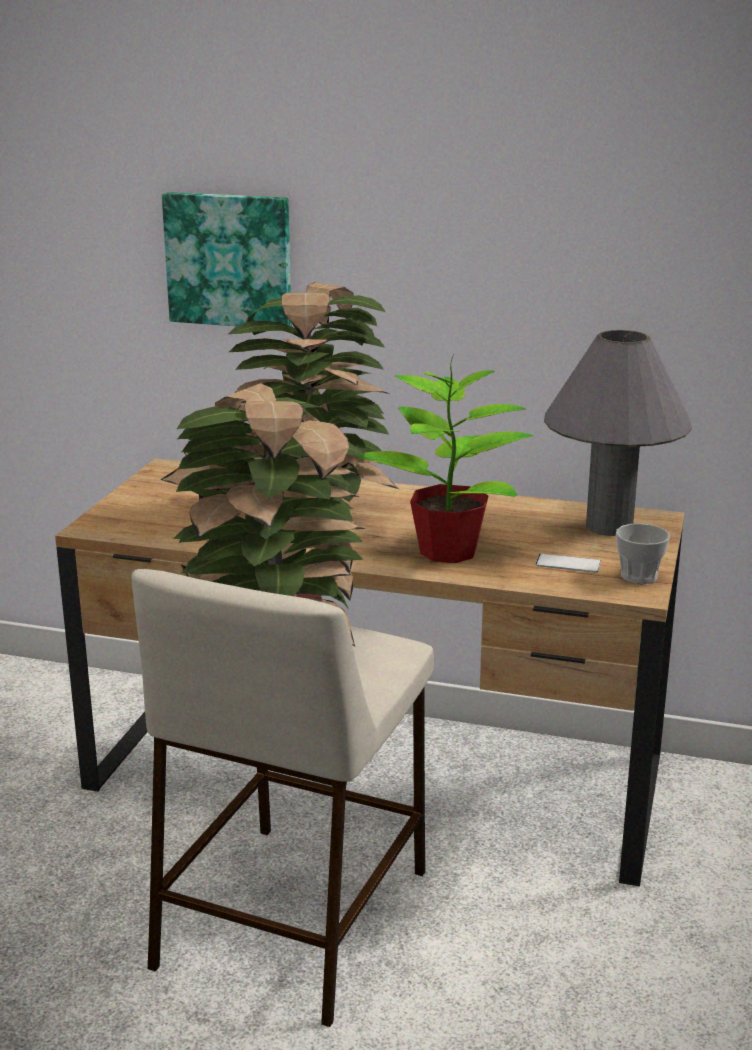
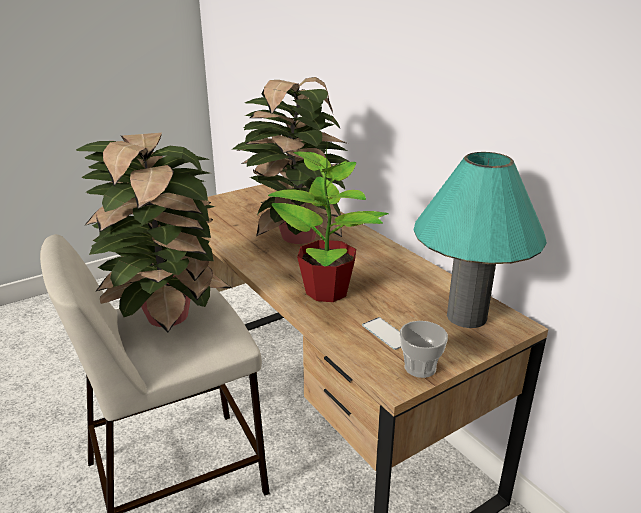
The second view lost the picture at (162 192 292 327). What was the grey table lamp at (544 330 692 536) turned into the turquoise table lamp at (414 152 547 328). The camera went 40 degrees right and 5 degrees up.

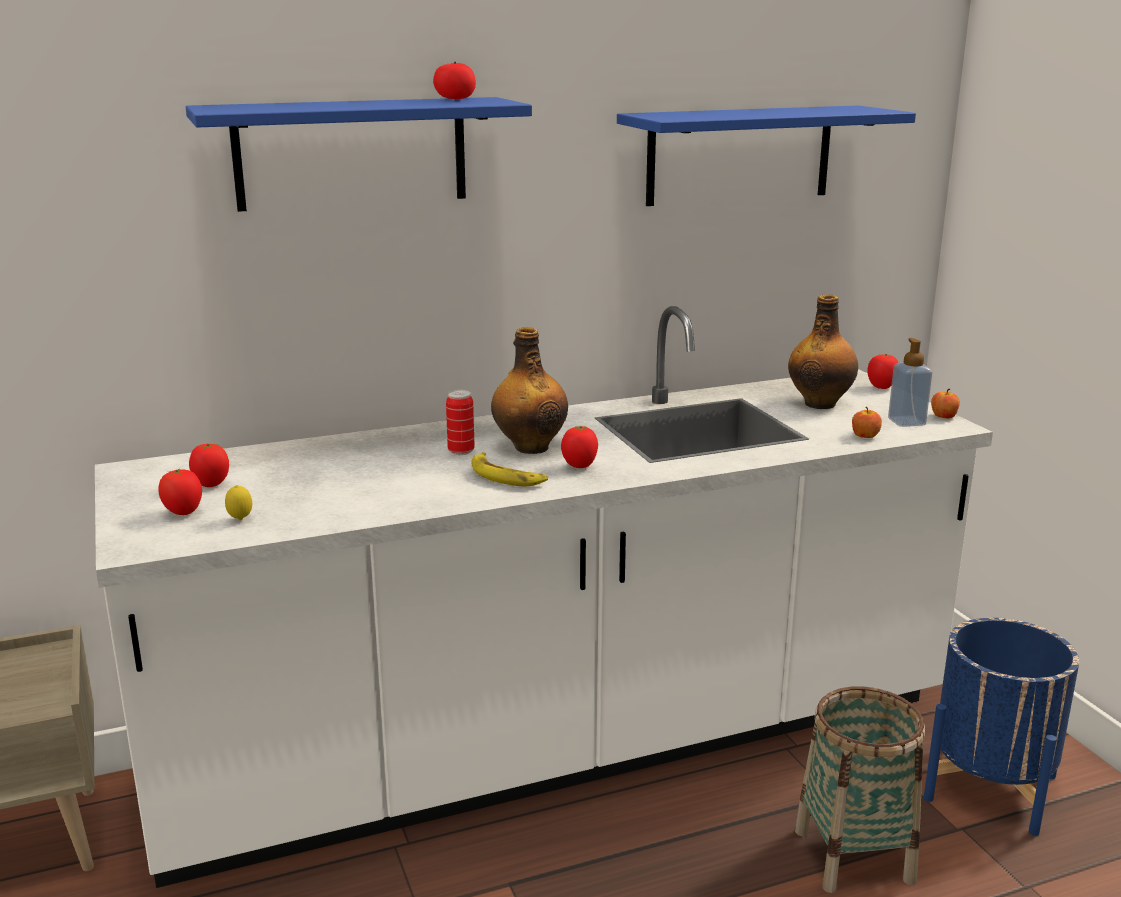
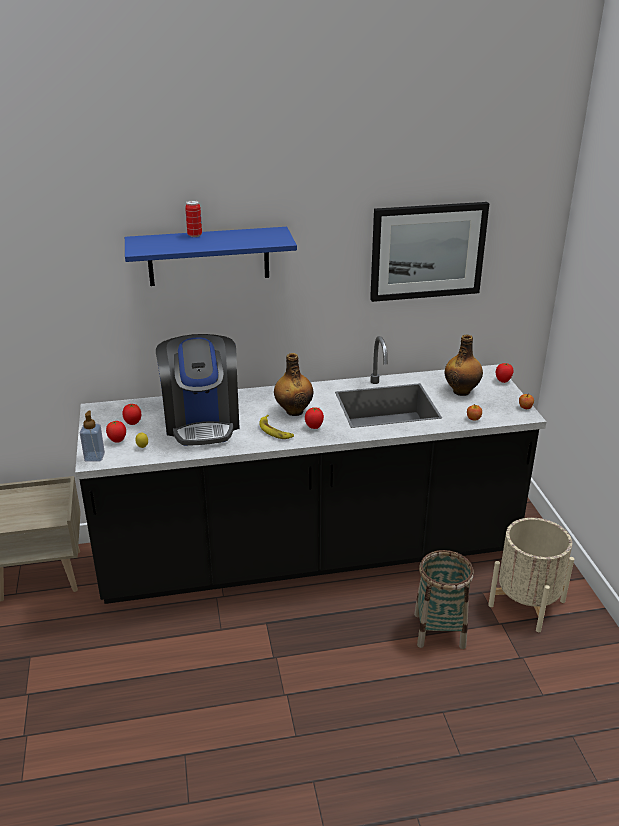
The second view lost the tomato at (433 62 476 99). The second view gained the coffee machine at (156 334 240 446). The can ended up elsewhere, having gone from (446 390 475 455) to (185 200 202 237). The soap dispenser ended up elsewhere, having gone from (888 338 932 427) to (80 410 105 462). Where the blue shelf hung at (617 105 916 206), the picture came to hang at (370 202 489 302). What was the white counter at (95 306 993 888) turned into the black counter at (75 336 546 604). What was the blue planter at (924 618 1079 836) turned into the beige planter at (488 518 574 632). The camera went 10 degrees right and 10 degrees up.

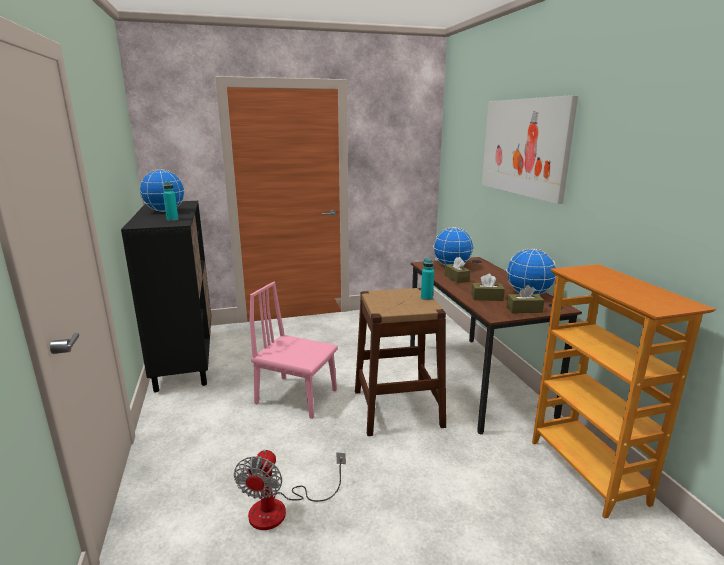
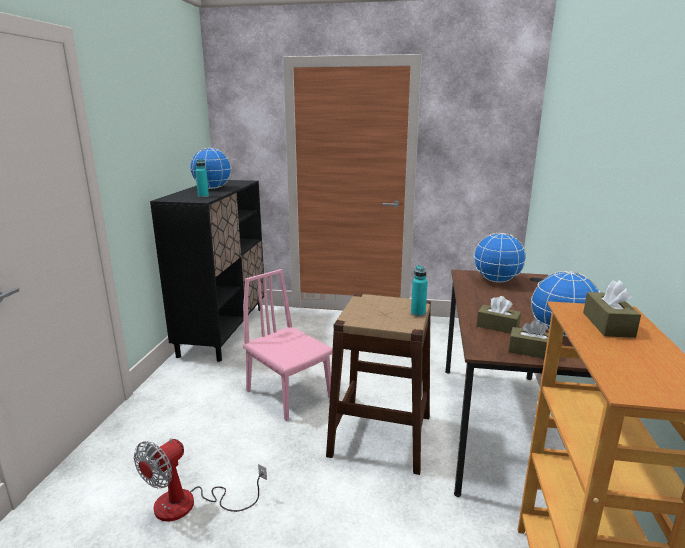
The second view lost the picture at (482 95 578 204). The brown tissue box ended up elsewhere, having gone from (445 257 470 283) to (583 280 641 338). The camera went 25 degrees right and 0 degrees up.

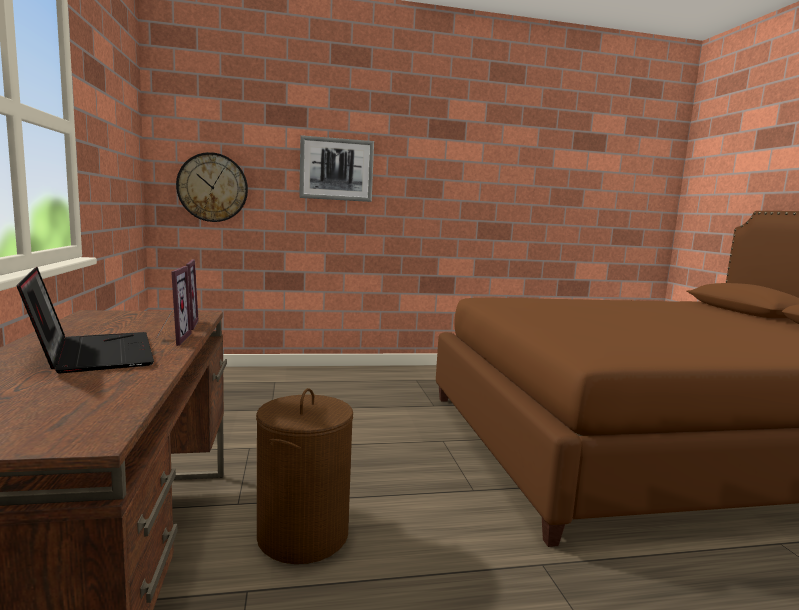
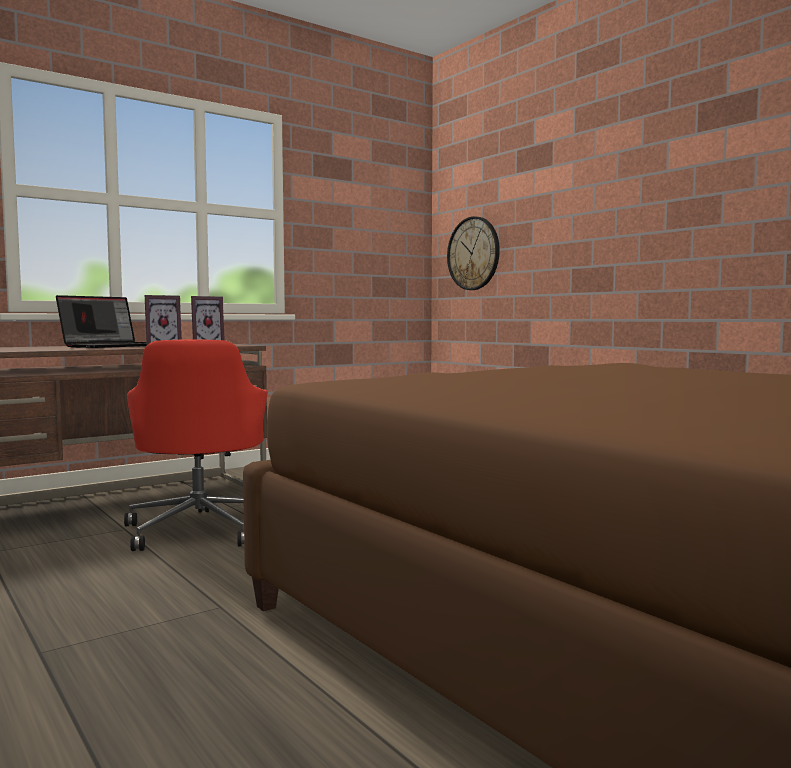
The second view lost the picture at (299 135 374 202). Where the brown laundry basket stood at (256 388 353 564), the red office chair came to stand at (124 339 268 551). The camera went 65 degrees right and 5 degrees down.

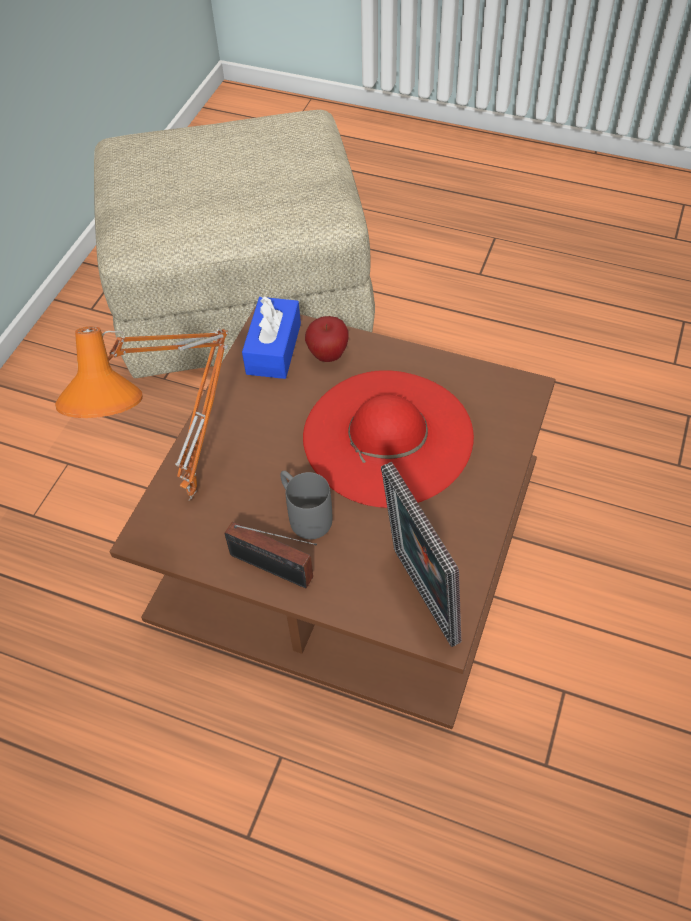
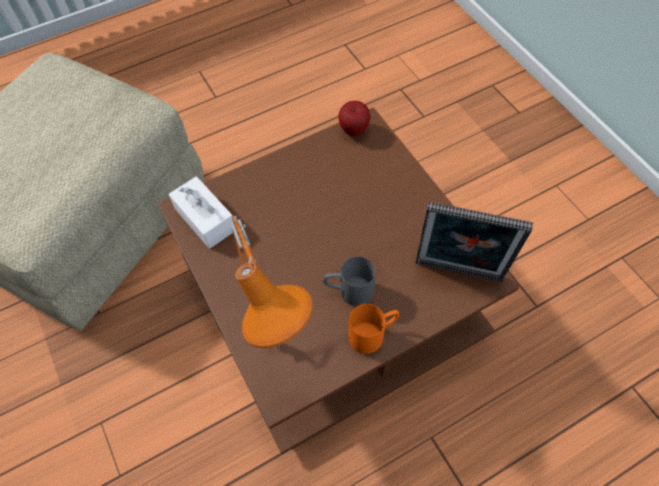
The second view lost the red hat at (303 370 474 508). The apple ended up elsewhere, having gone from (305 316 349 362) to (338 101 371 136). Where the radio stood at (224 522 317 588), the orange mug came to stand at (348 304 399 354). What was the blue tissue box at (242 296 301 379) turned into the white tissue box at (169 176 233 249). The camera went 50 degrees left and 5 degrees up.

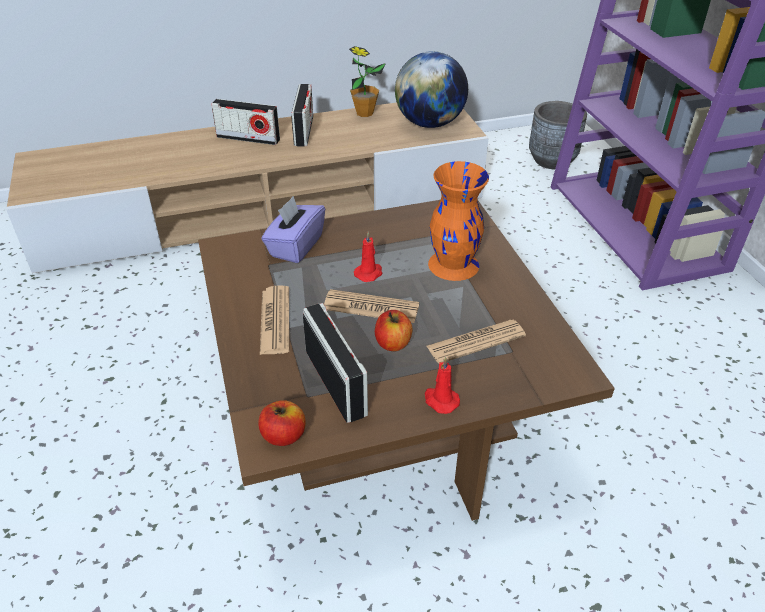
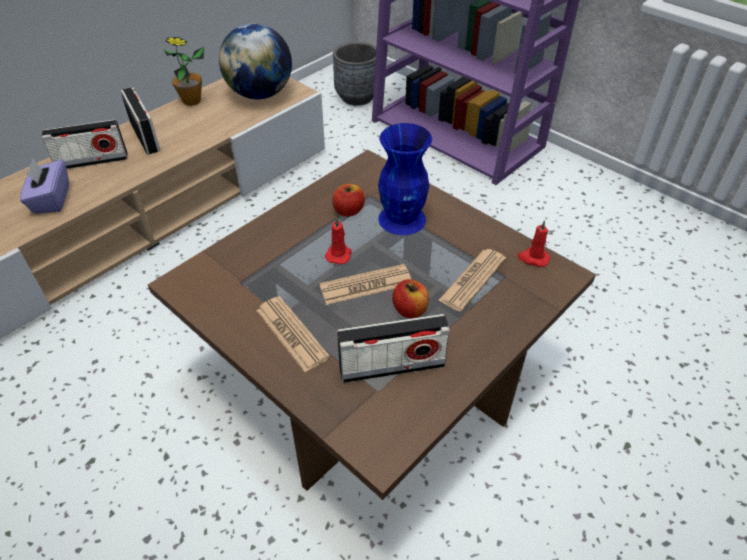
The apple ended up elsewhere, having gone from (258 400 305 446) to (332 184 365 217). The purple tissue box ended up elsewhere, having gone from (261 196 325 263) to (20 159 69 214). The red candle ended up elsewhere, having gone from (425 357 460 414) to (517 220 550 267). What was the orange vase at (428 161 489 281) turned into the blue vase at (378 123 432 235). The radio at (303 303 368 423) ended up facing another way, 135 degrees clockwise from before. The camera went 30 degrees left and 5 degrees up.

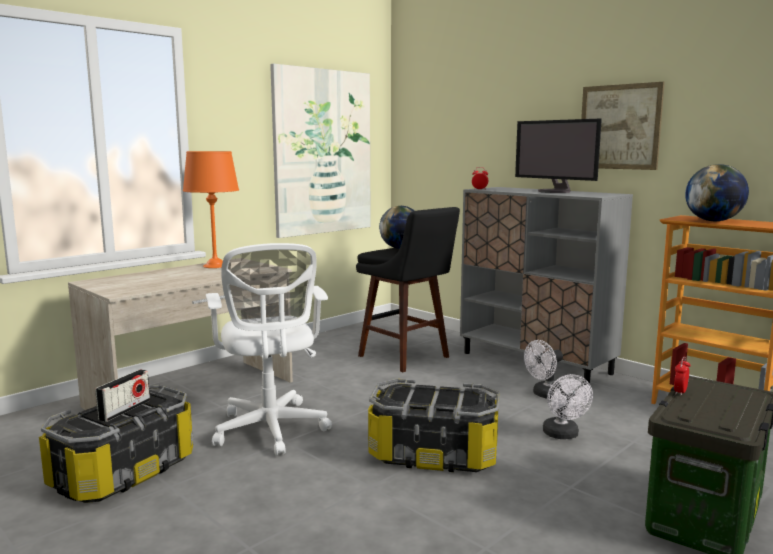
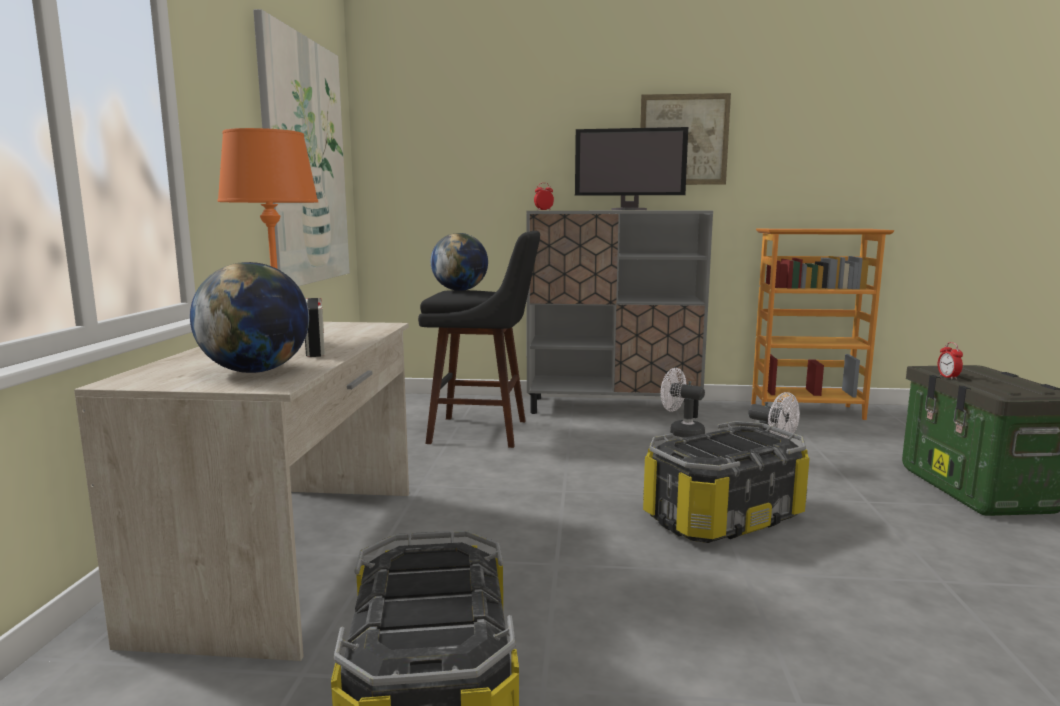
The second view lost the white office chair at (206 243 332 456). The radio ended up elsewhere, having gone from (96 369 150 422) to (305 298 325 357). The globe ended up elsewhere, having gone from (685 164 749 221) to (190 262 309 373). The white fan at (524 340 563 399) ended up facing another way, 105 degrees clockwise from before. The camera went 40 degrees left and 0 degrees up.

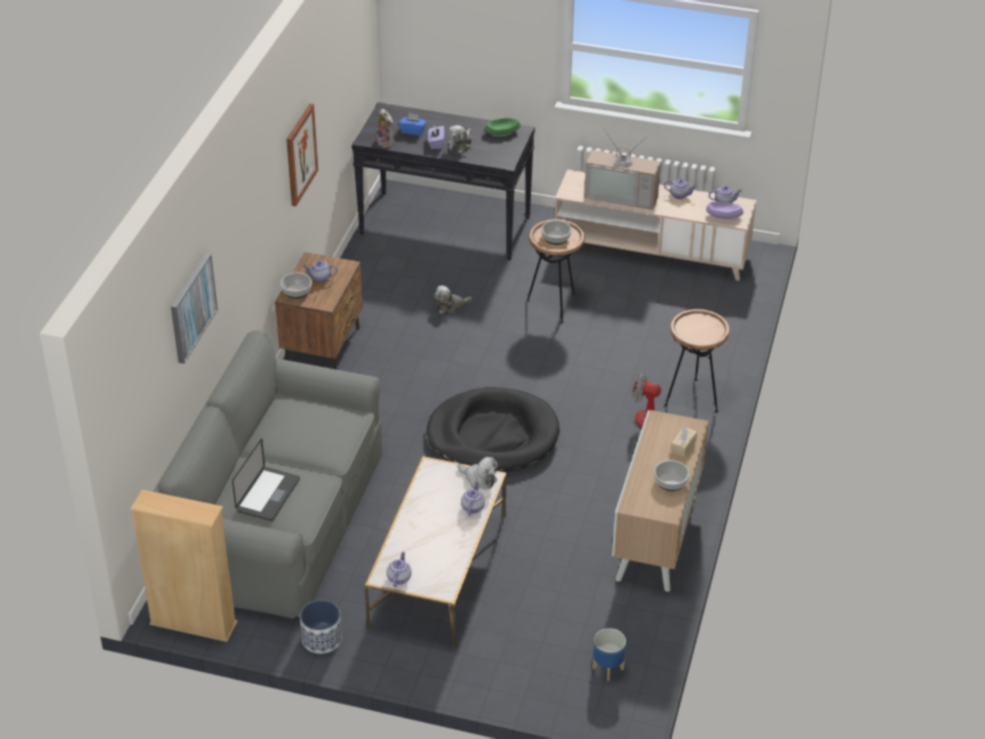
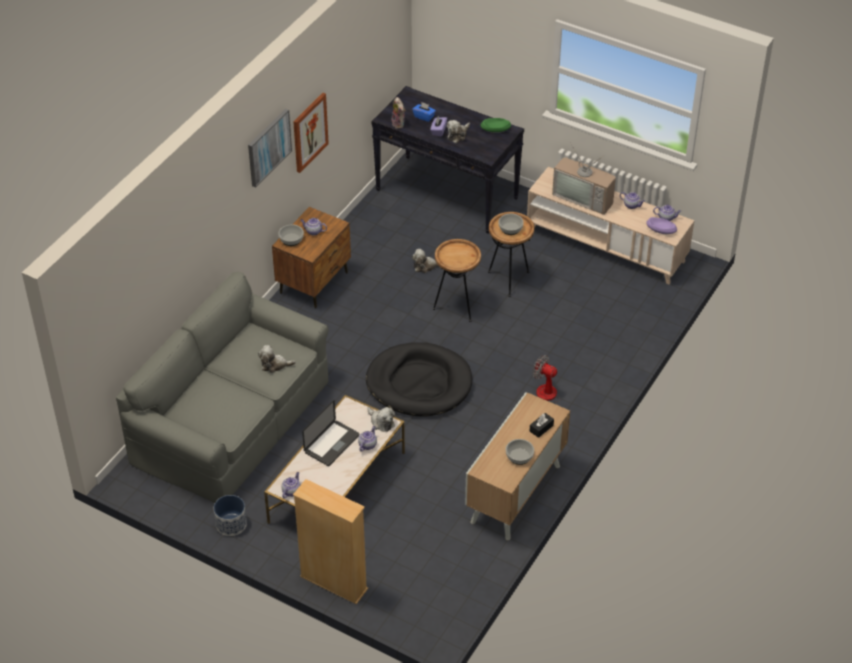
The second view lost the planter at (592 628 626 681). The second view gained the plush toy at (258 345 296 373). The beige bookcase ended up elsewhere, having gone from (130 490 238 642) to (293 479 368 604). The picture ended up elsewhere, having gone from (171 254 218 364) to (248 109 292 188). The laptop ended up elsewhere, having gone from (232 438 300 521) to (302 400 359 466). The brown side table ended up elsewhere, having gone from (665 309 730 413) to (433 239 481 322). What was the beige tissue box at (671 427 697 457) turned into the black tissue box at (530 413 554 438). The camera went 15 degrees right and 5 degrees up.

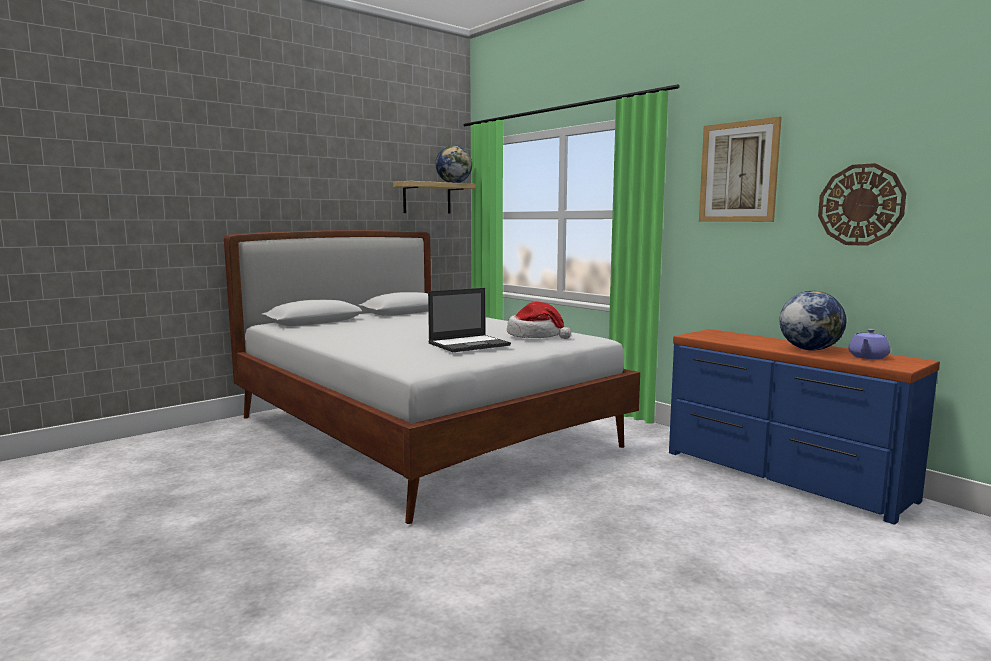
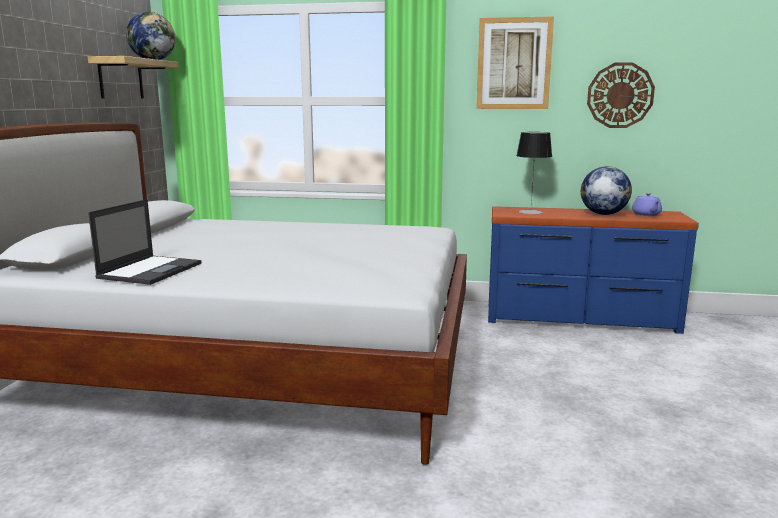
The second view lost the hat at (507 302 571 339). The second view gained the table lamp at (516 132 552 214). The laptop ended up elsewhere, having gone from (428 288 511 352) to (88 199 201 285). The camera went 40 degrees left and 5 degrees up.

